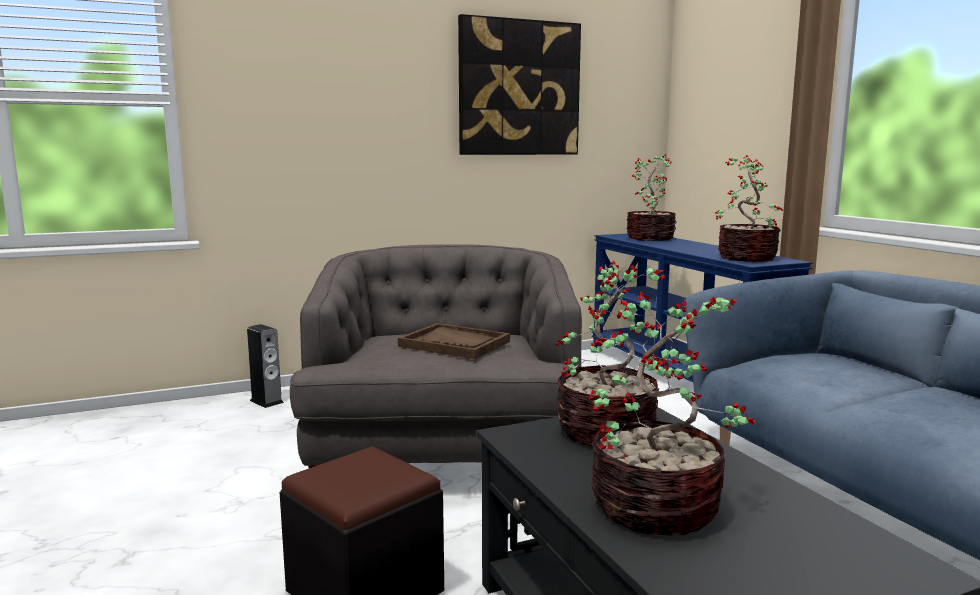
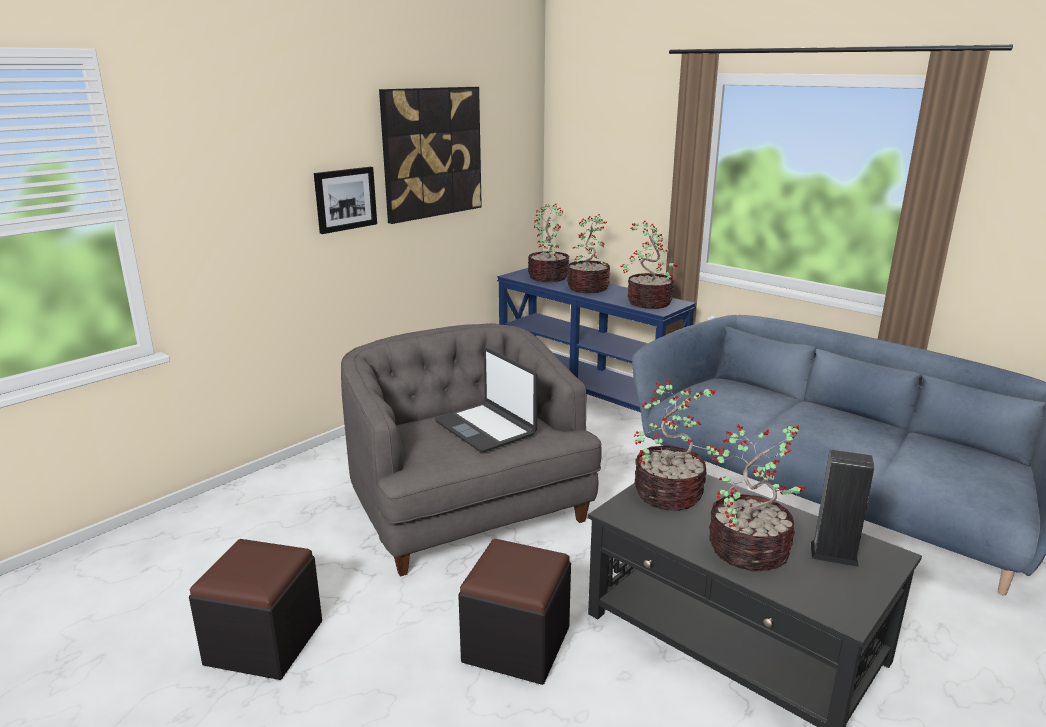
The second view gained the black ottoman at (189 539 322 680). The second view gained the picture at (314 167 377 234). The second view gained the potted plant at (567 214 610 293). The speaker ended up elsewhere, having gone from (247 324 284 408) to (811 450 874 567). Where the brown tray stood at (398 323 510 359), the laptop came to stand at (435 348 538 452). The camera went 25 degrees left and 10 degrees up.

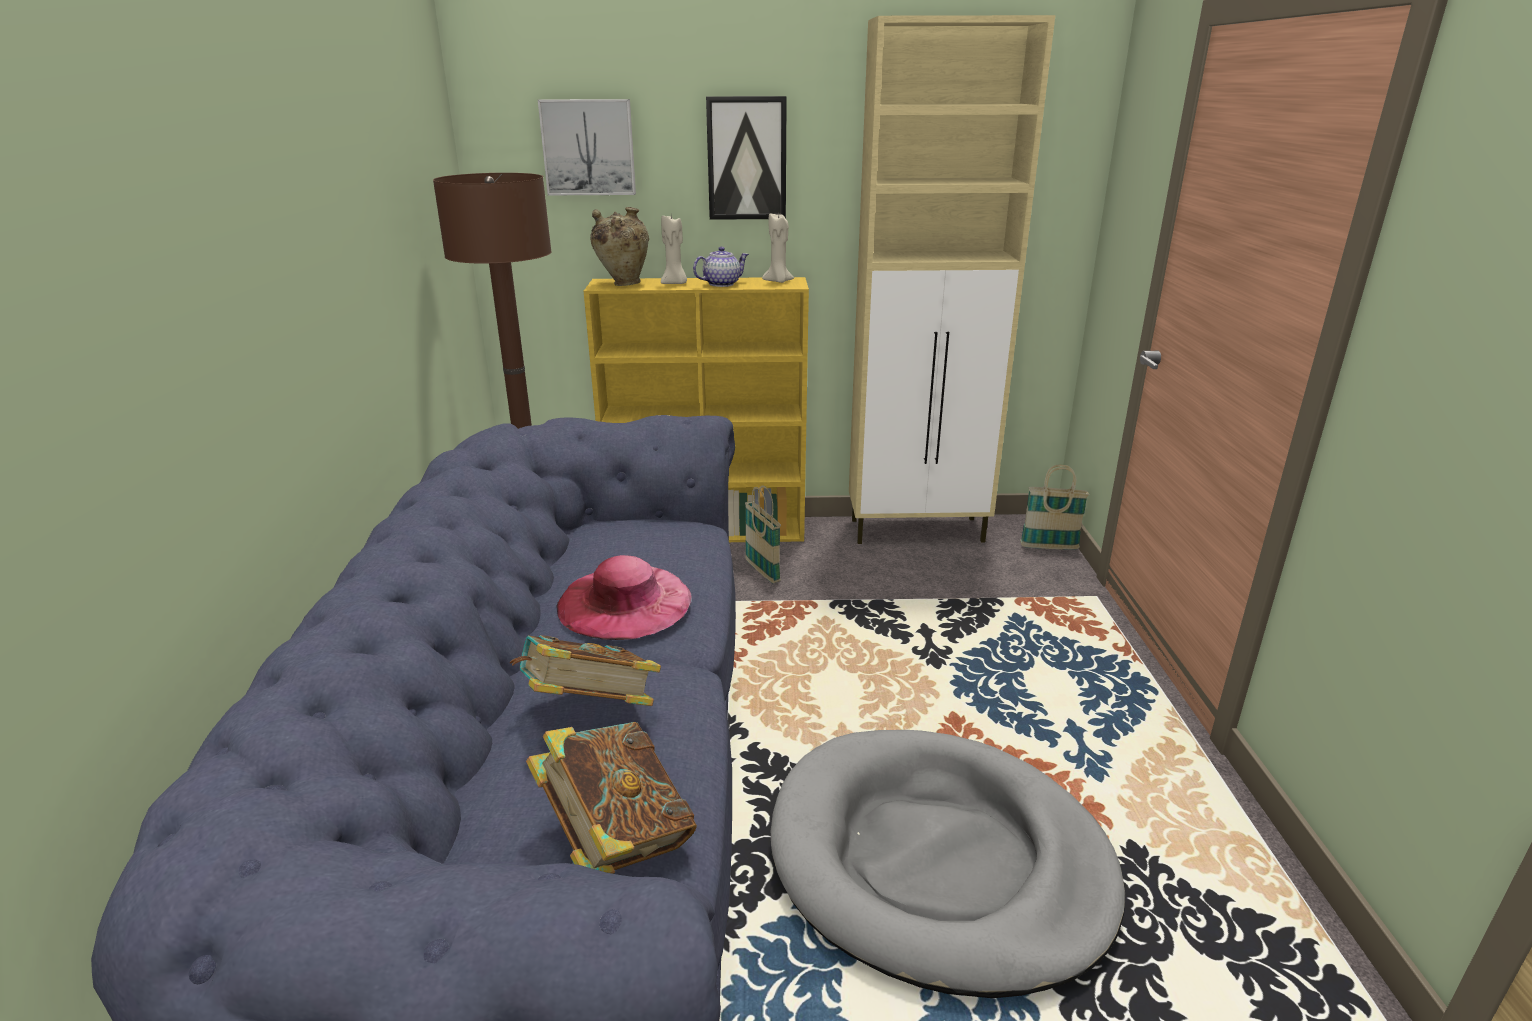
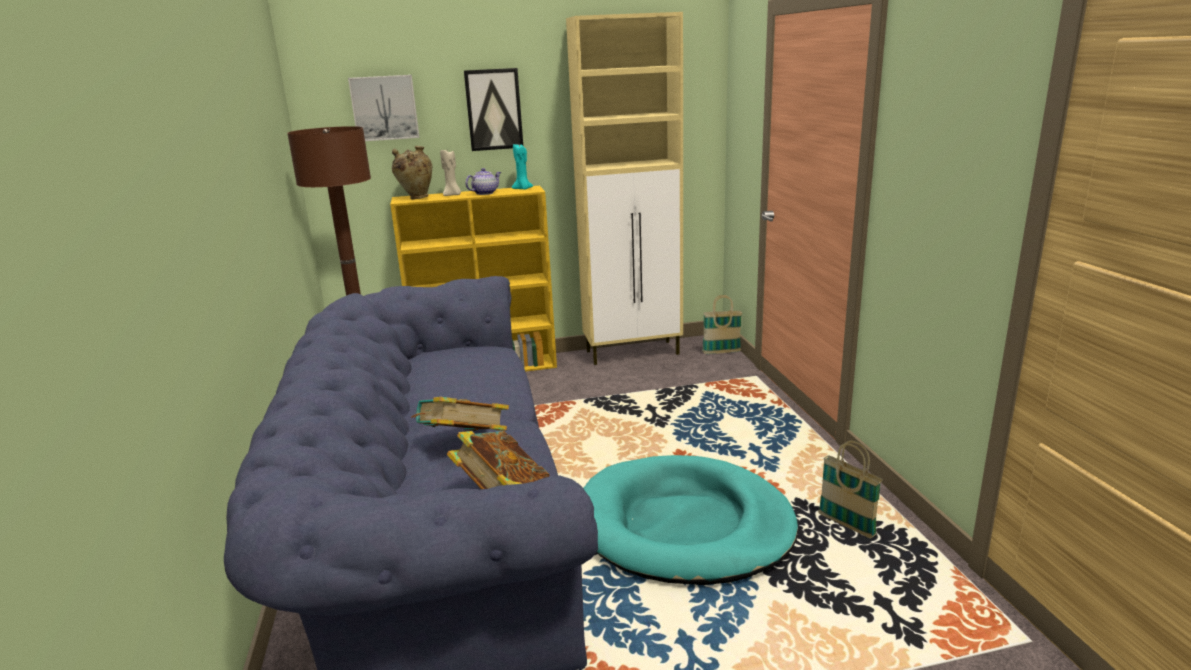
The second view lost the pink hat at (556 555 692 640). The basket ended up elsewhere, having gone from (745 485 781 583) to (818 441 883 539). What was the beige candle at (762 213 794 283) turned into the turquoise candle at (512 143 533 189). What was the grey dog bed at (771 730 1126 998) turned into the turquoise dog bed at (583 455 798 585). The camera went 10 degrees left and 5 degrees down.

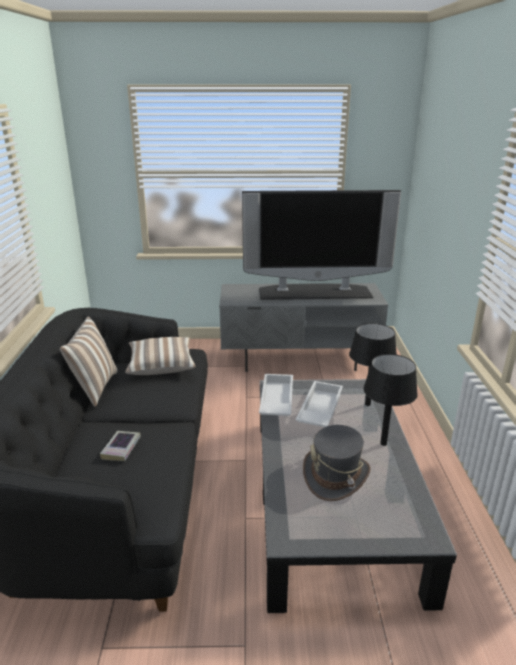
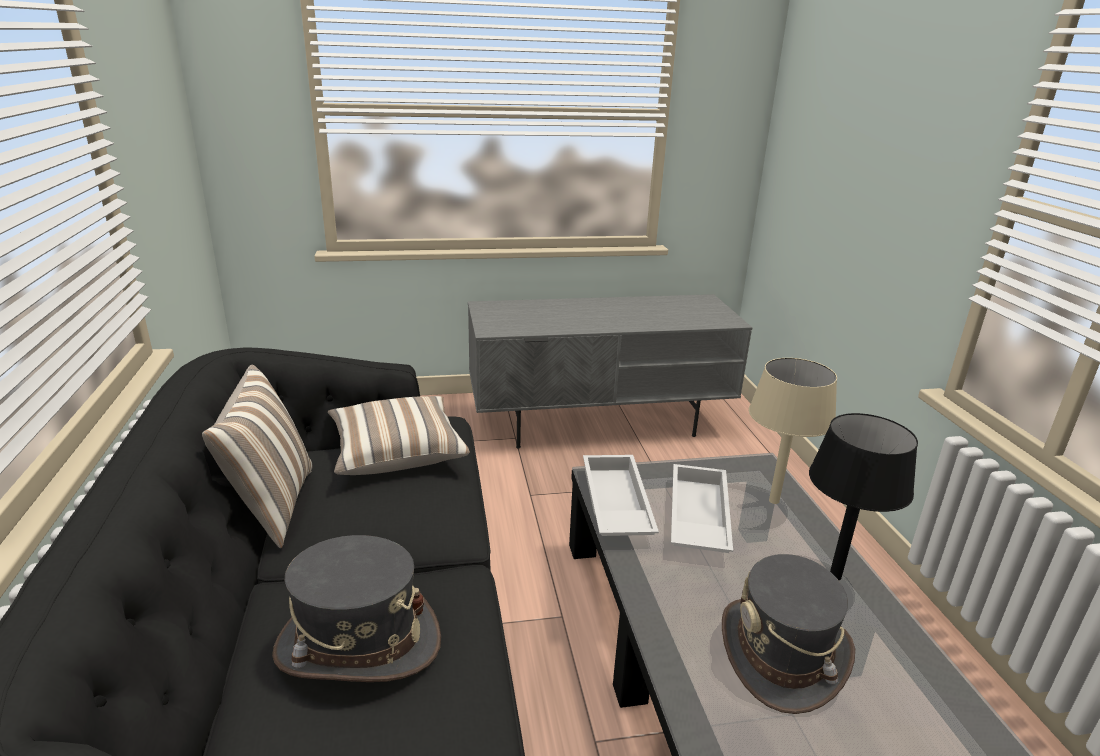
The second view lost the television at (242 190 401 300). Where the book stood at (100 431 141 461), the grey hat came to stand at (272 535 441 682). What was the black table lamp at (349 323 397 406) turned into the beige table lamp at (749 358 837 504). The camera went 10 degrees left and 0 degrees up.

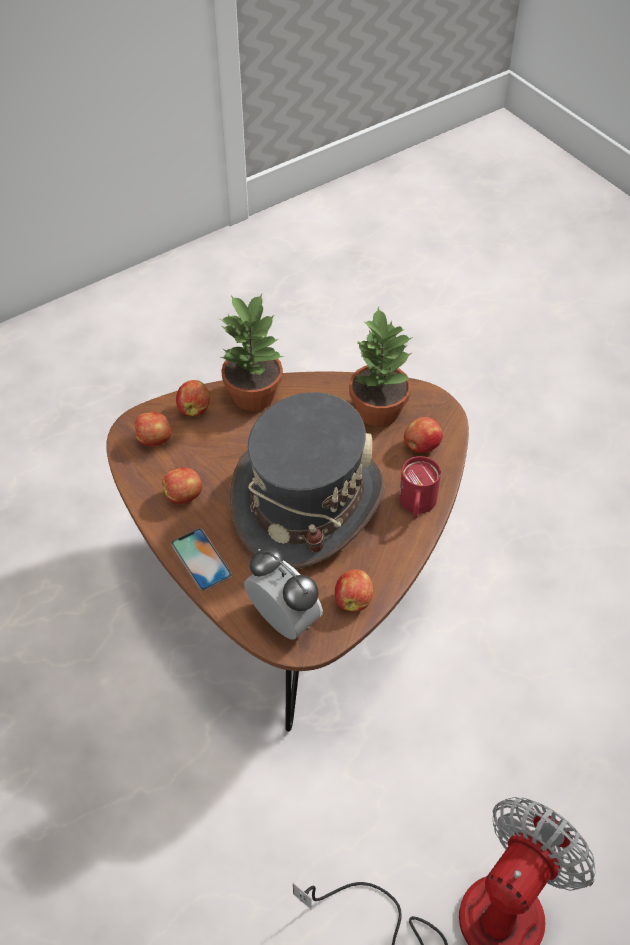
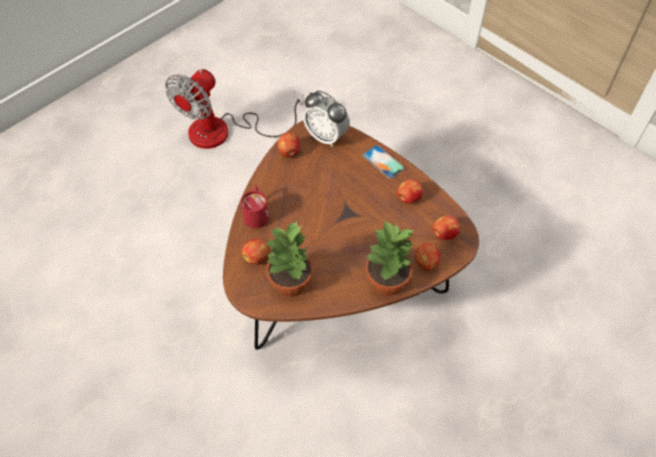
The second view lost the grey hat at (230 392 384 569). The camera went 170 degrees right and 5 degrees up.

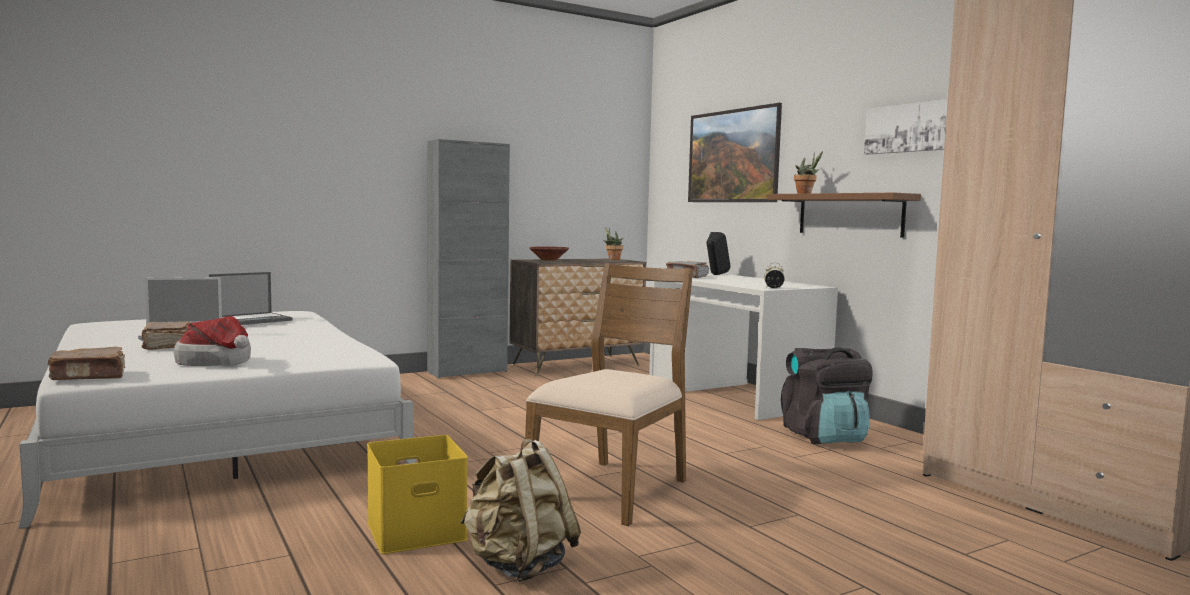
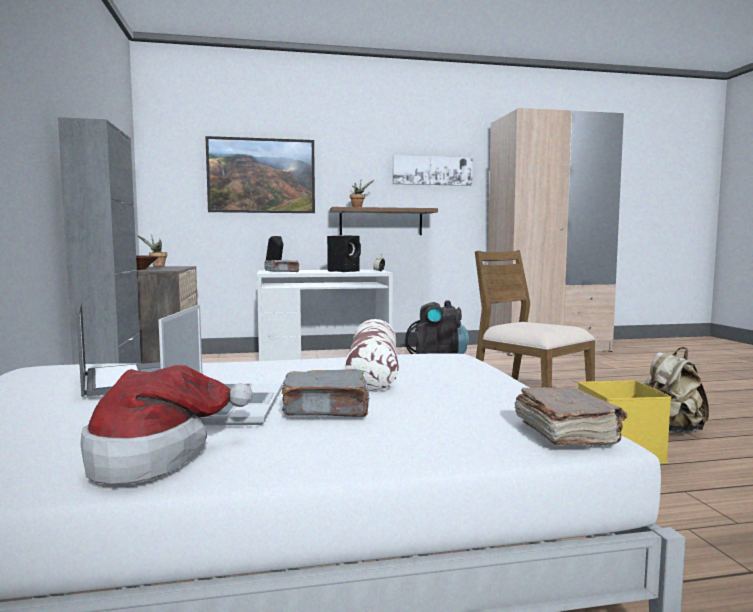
The second view gained the black speaker at (327 236 361 272). The second view gained the pillow at (344 319 399 392). The hat ended up elsewhere, having gone from (174 316 251 366) to (80 365 253 485). What was the brown book at (142 322 189 350) turned into the grey book at (282 369 370 417). The camera went 70 degrees left and 0 degrees up.

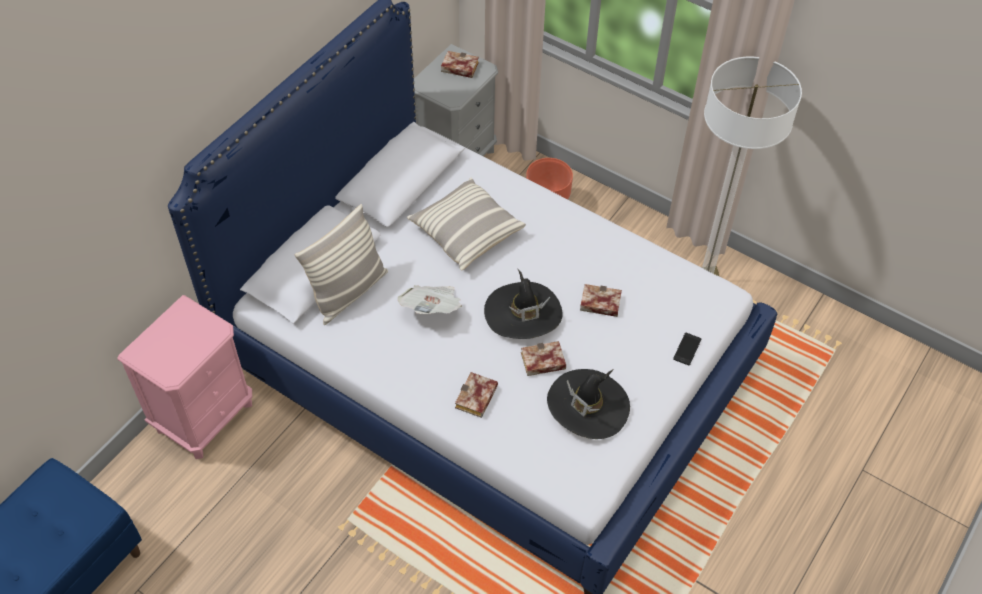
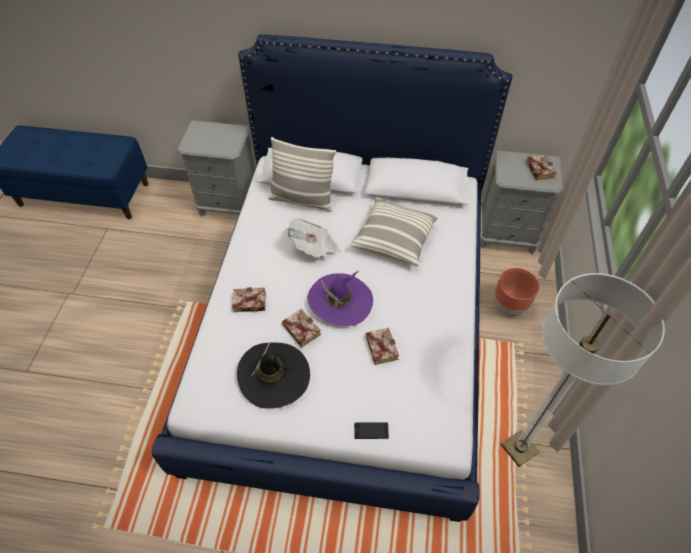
What was the pink nightstand at (117 295 252 459) turned into the grey nightstand at (177 120 255 217). What was the black hat at (484 270 563 339) turned into the purple hat at (308 271 373 326). The camera went 65 degrees right and 0 degrees up.

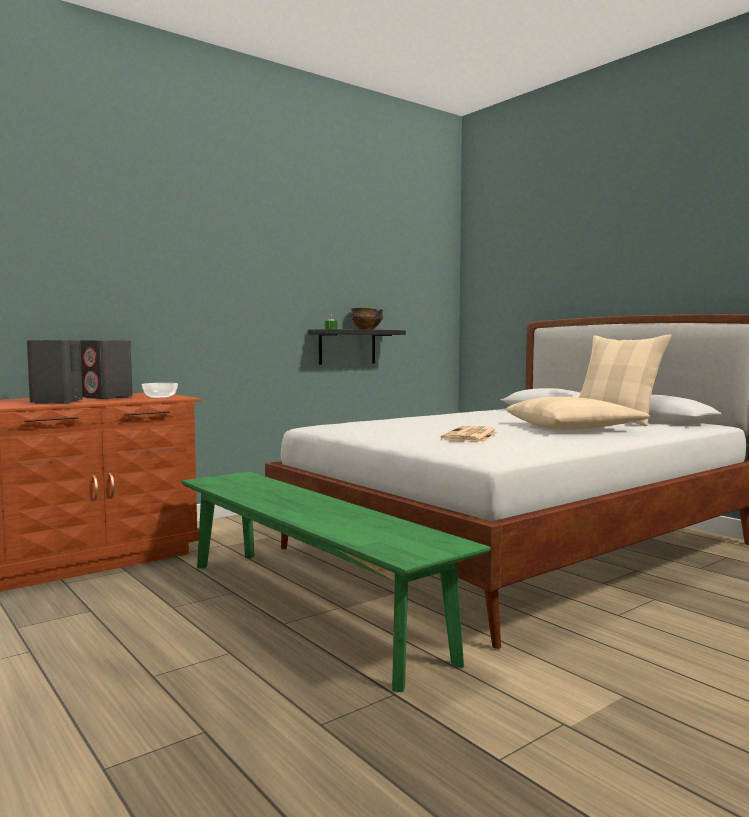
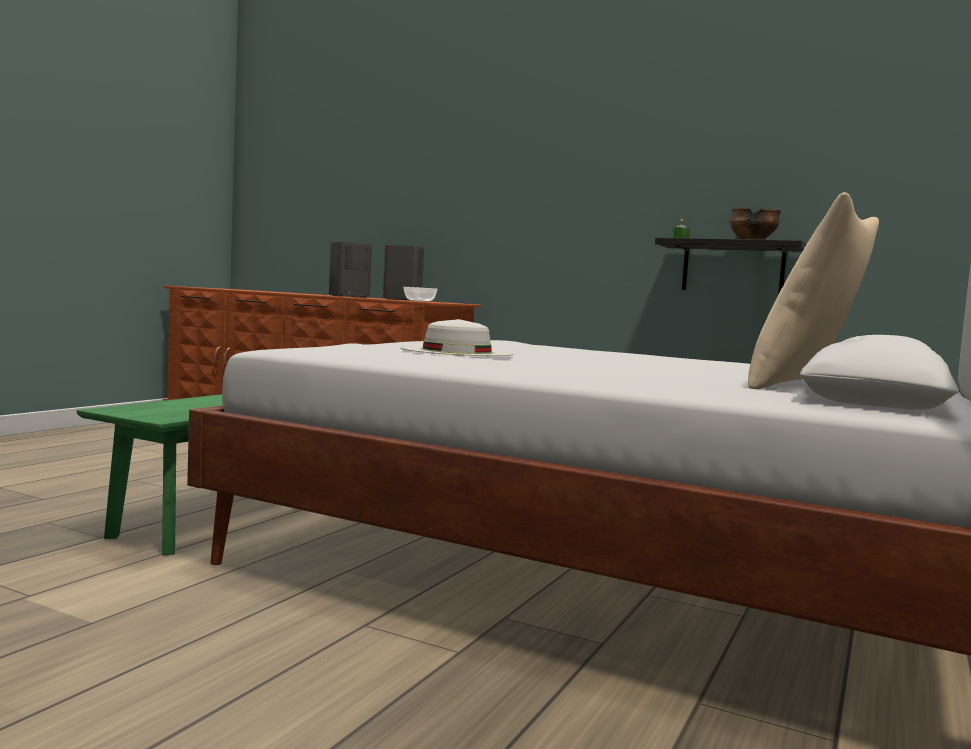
The second view lost the beige pillow at (506 397 650 430). Where the newspaper stood at (441 426 498 442), the white hat came to stand at (400 319 514 356). The camera went 65 degrees right and 0 degrees up.

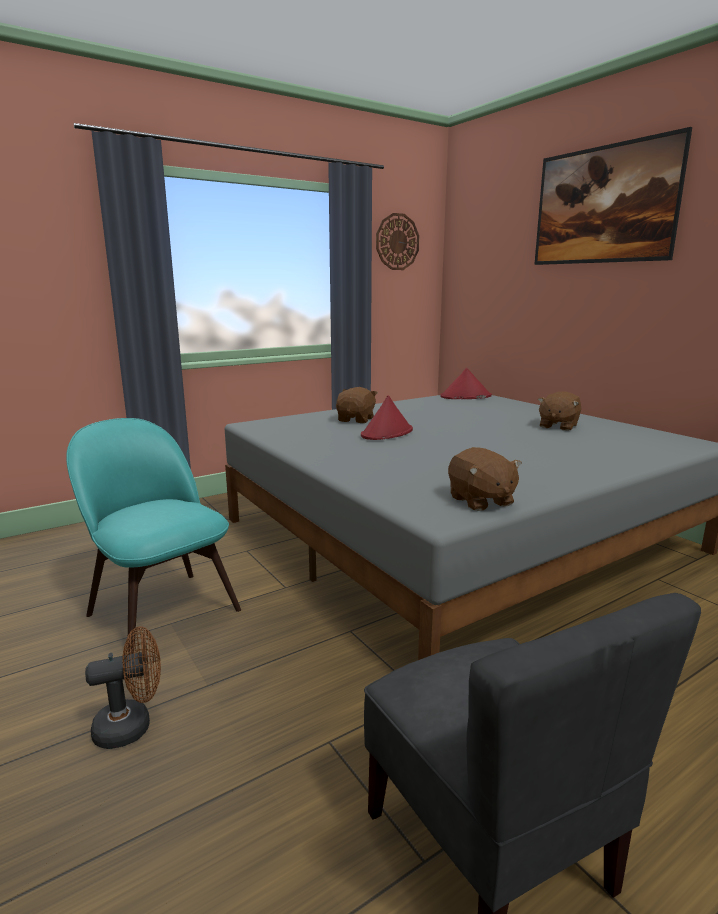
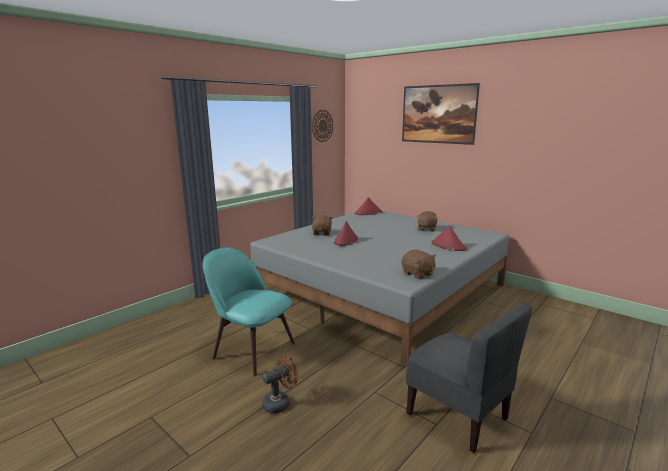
The second view gained the red hat at (431 226 467 251). The camera went 15 degrees left and 0 degrees up.

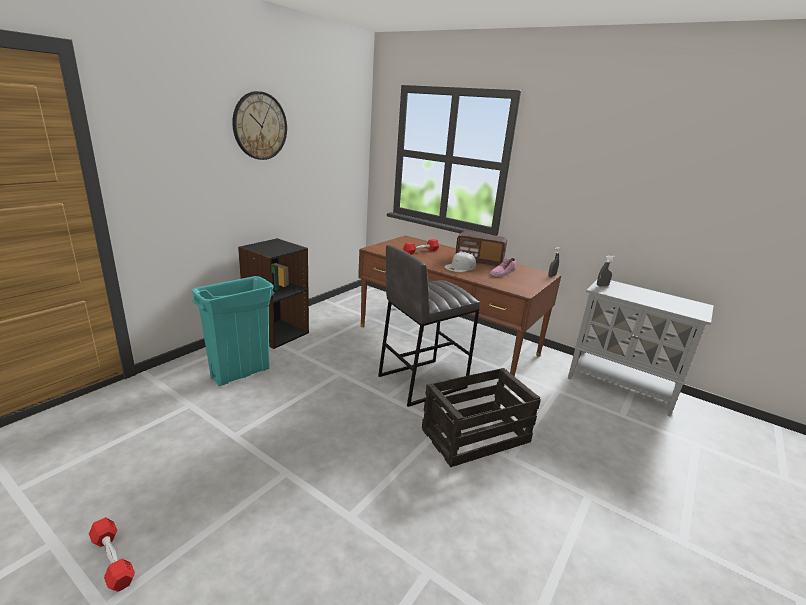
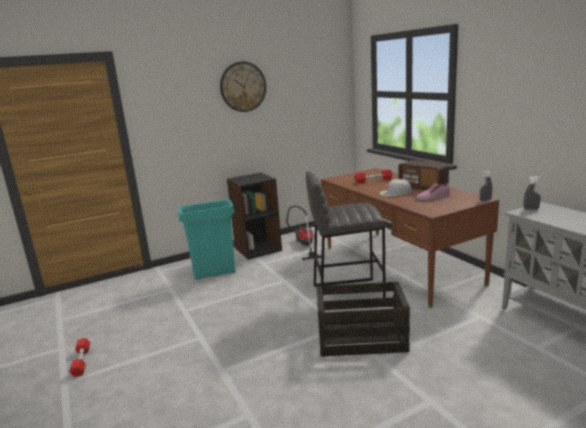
The second view gained the vacuum cleaner at (286 206 321 260). The camera went 30 degrees right and 5 degrees down.

